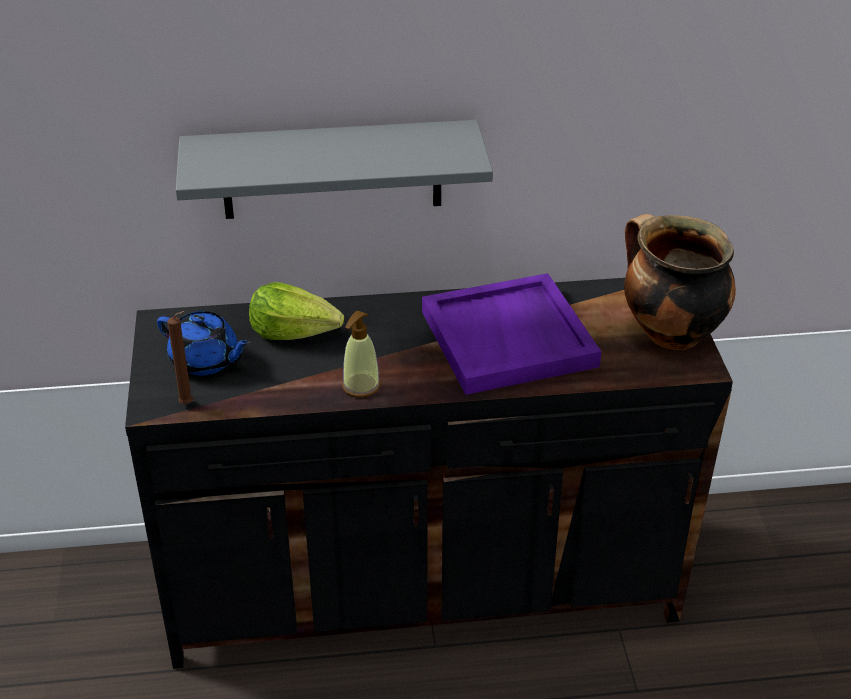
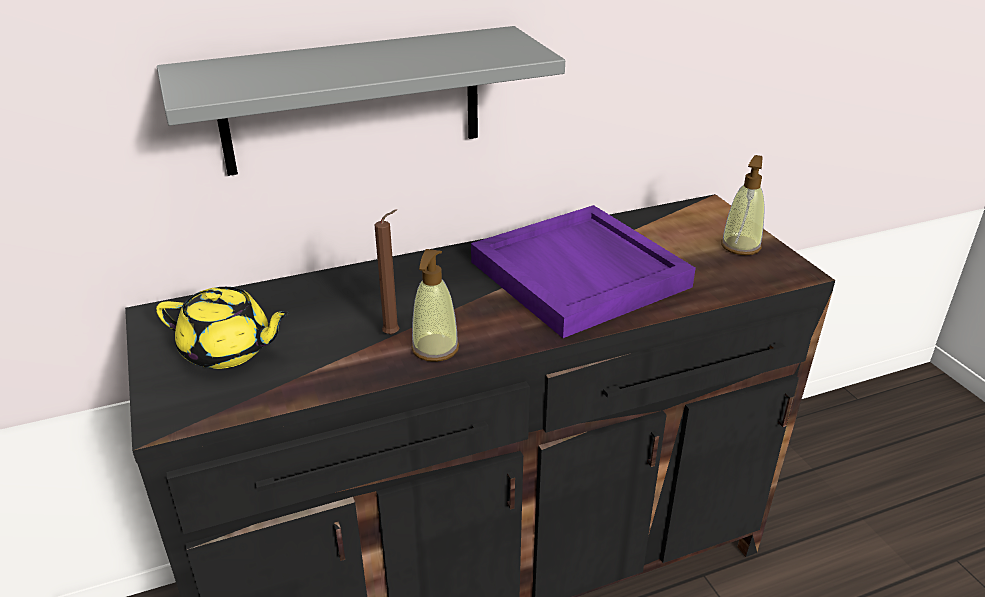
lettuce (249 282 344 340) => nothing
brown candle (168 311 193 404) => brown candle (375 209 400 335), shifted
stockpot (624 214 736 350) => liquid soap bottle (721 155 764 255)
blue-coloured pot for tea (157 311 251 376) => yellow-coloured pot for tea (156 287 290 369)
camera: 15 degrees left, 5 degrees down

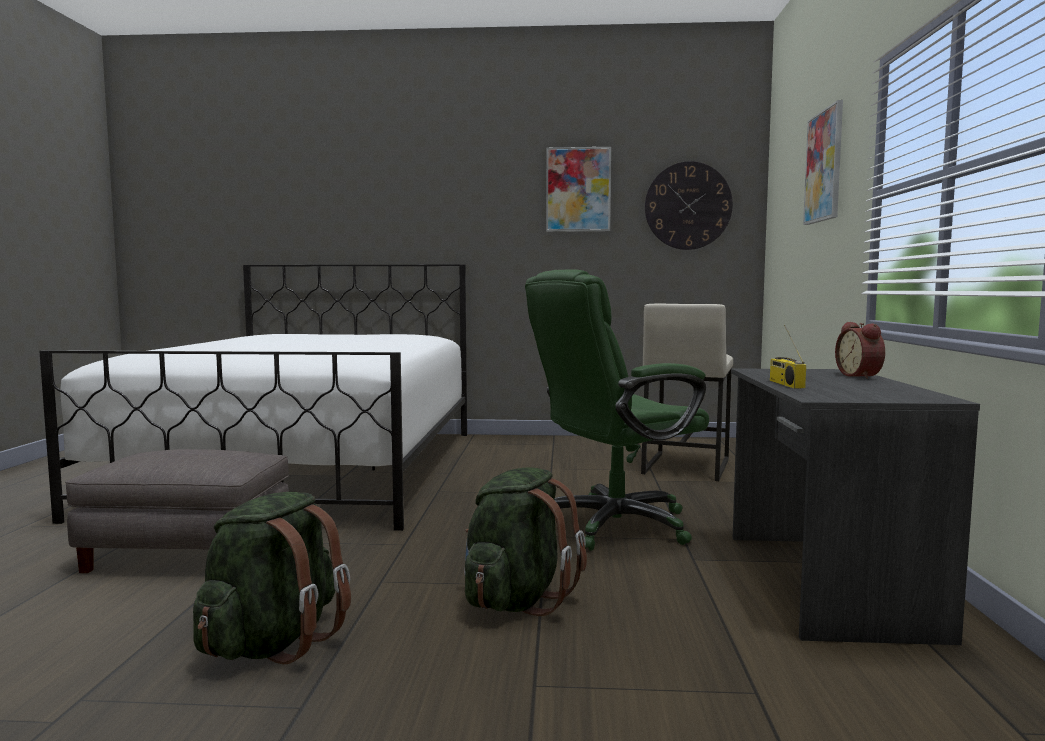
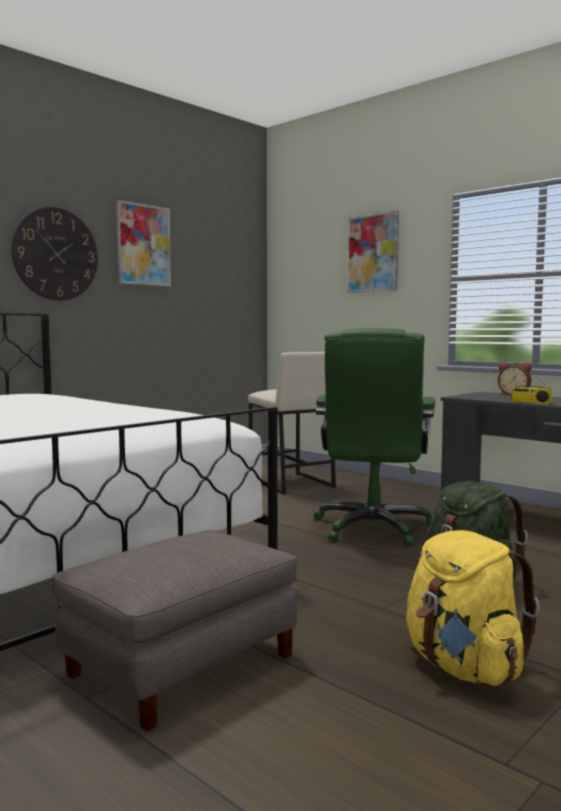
hanging clock (645 161 733 250) => hanging clock (11 207 98 301), shifted
green-coloured backpack (193 492 351 664) => yellow-coloured backpack (406 530 539 686)
camera: 50 degrees left, 0 degrees up

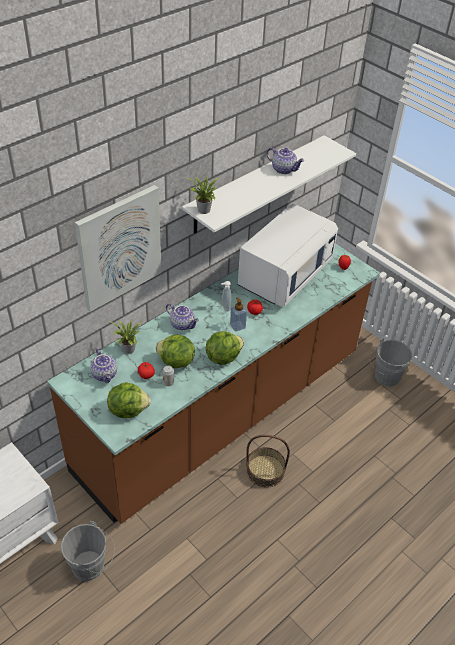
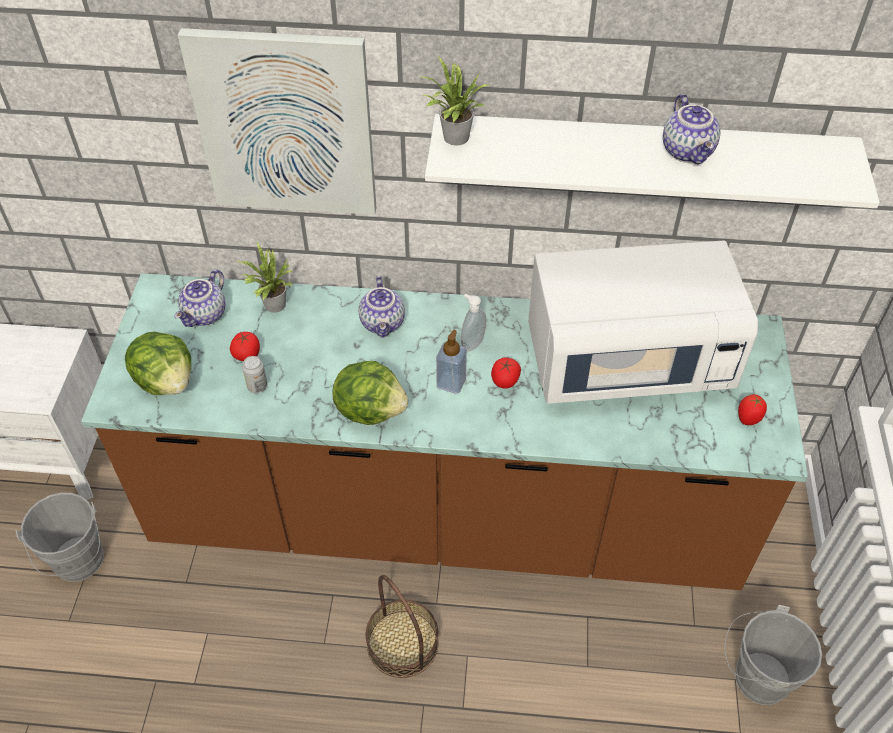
lettuce (155 335 195 368) => nothing
camera: 50 degrees right, 5 degrees up

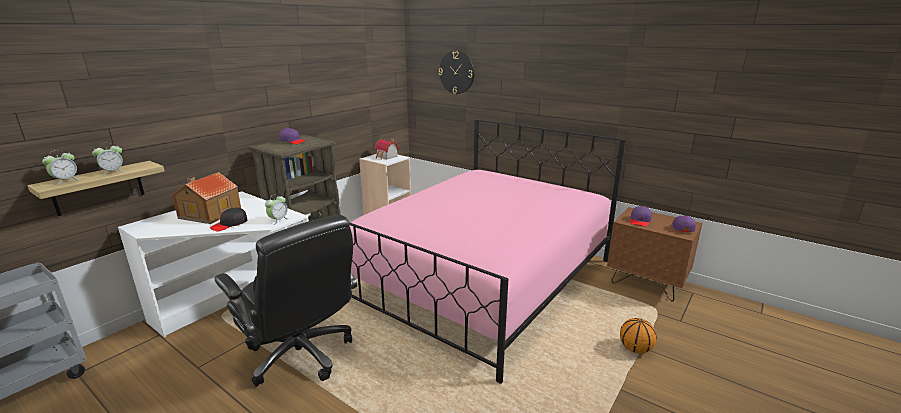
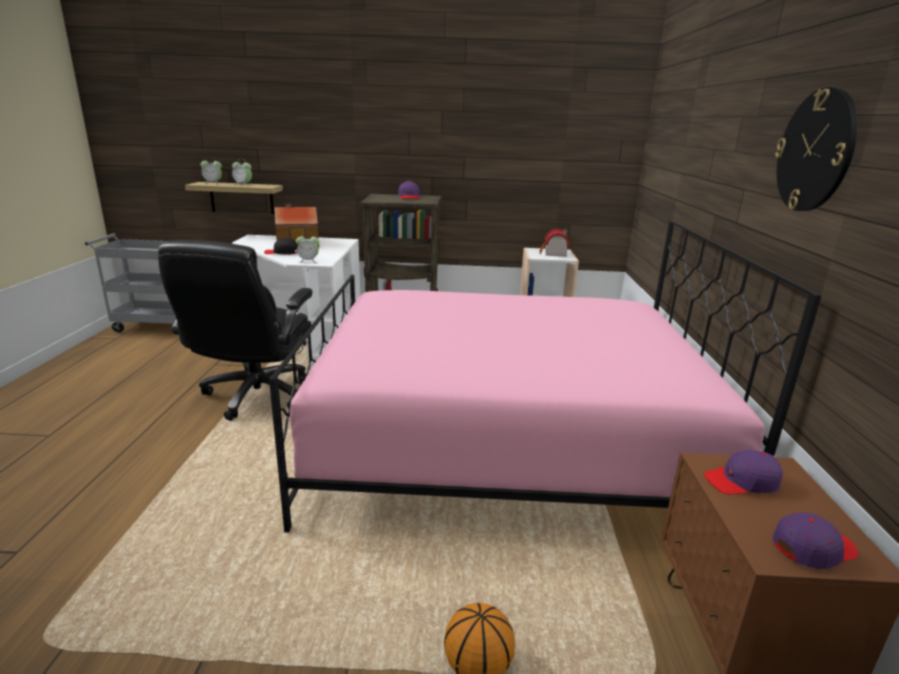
hanging clock (439 51 474 94) => hanging clock (775 87 858 211), shifted
camera: 55 degrees right, 0 degrees up

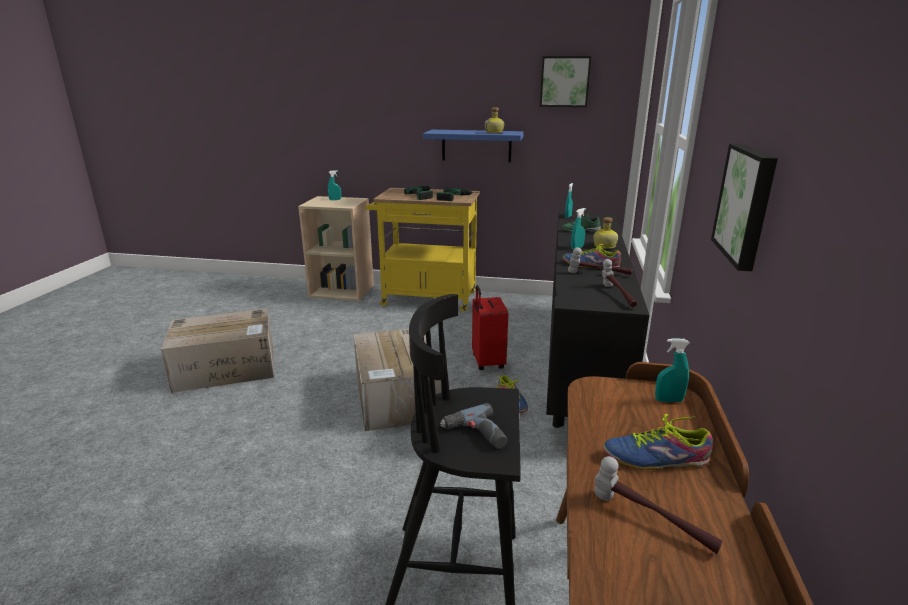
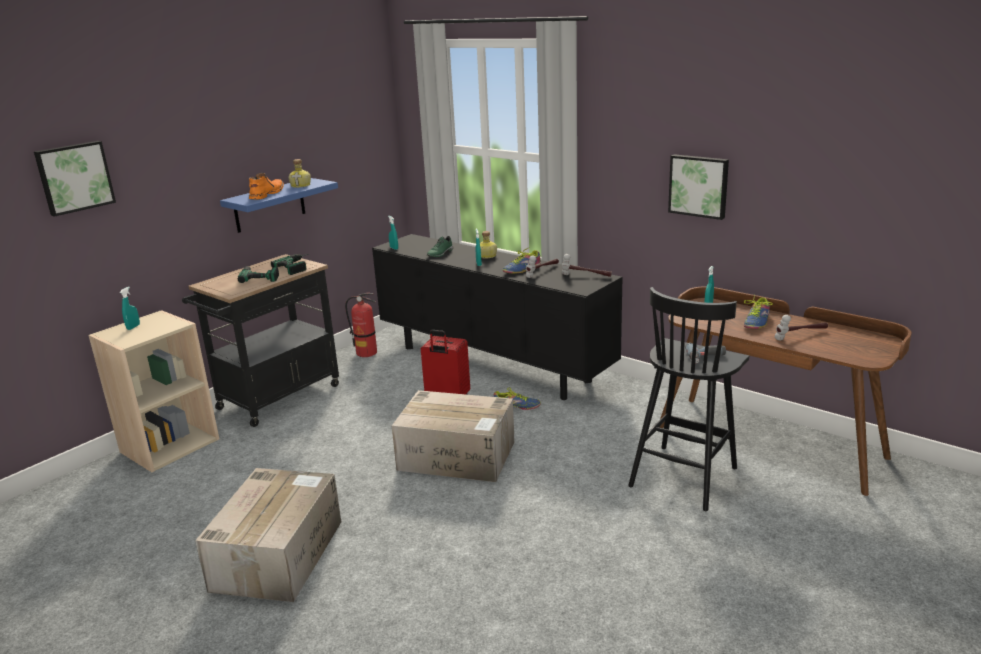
nothing => orangey high-top boot (249 173 284 200)
nothing => fire-fighting cylinder (345 293 377 357)
wall picture (540 56 591 107) => wall picture (34 141 116 217), shifted
yellow-coloured trolley (365 188 480 312) => black trolley (182 254 339 427)
camera: 60 degrees left, 0 degrees up

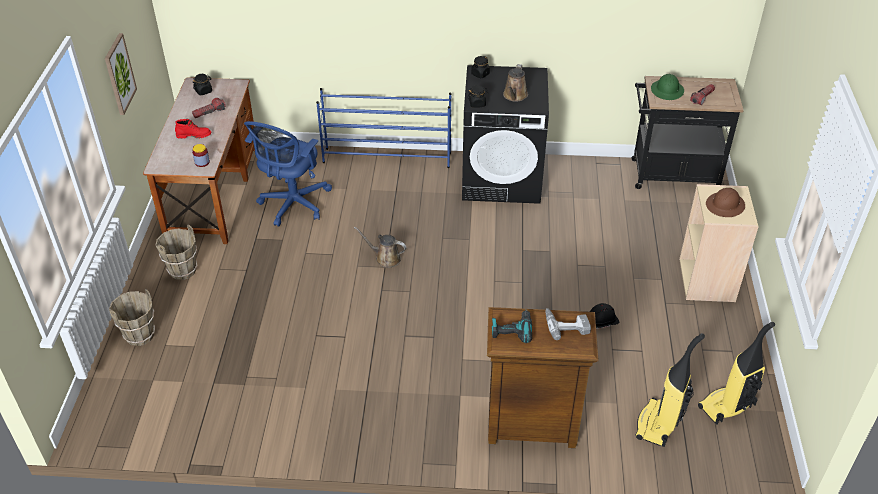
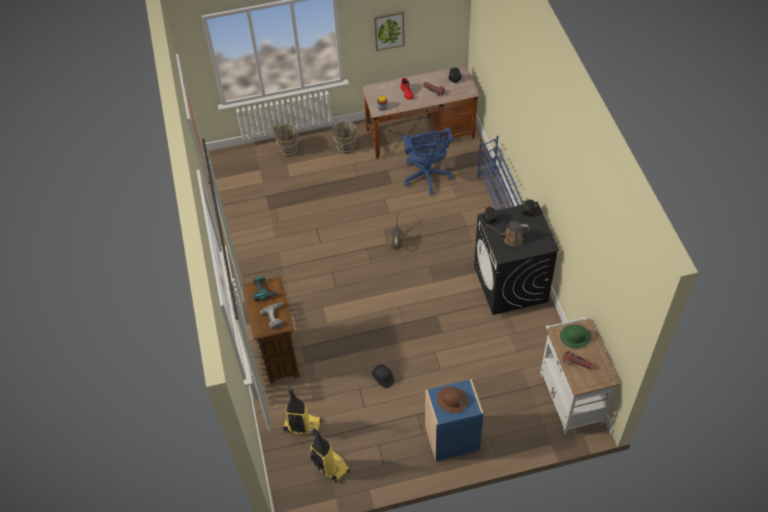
black trolley (631 76 744 189) => whitish trolley (540 317 620 434)
beige bookshelf (679 184 759 302) => blue-coloured bookshelf (425 379 484 461)
blue-coloured desk chair (244 121 332 227) => blue-coloured desk chair (402 127 453 195), 105 degrees counterclockwise
camera: 75 degrees right, 10 degrees up

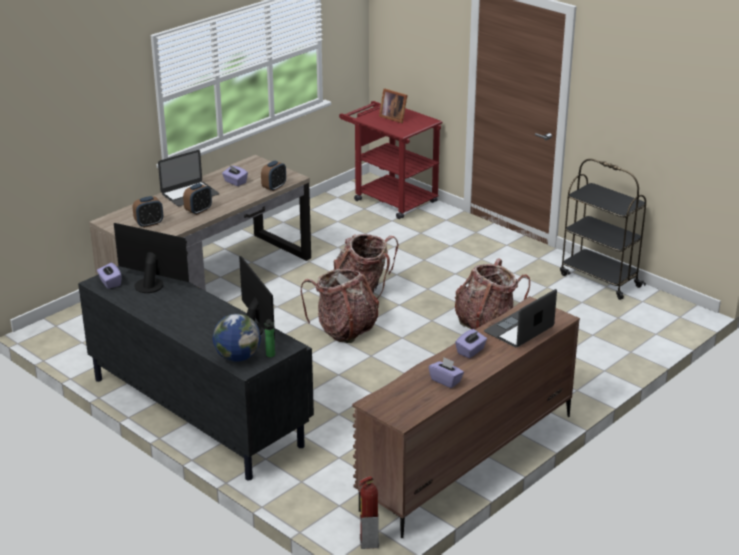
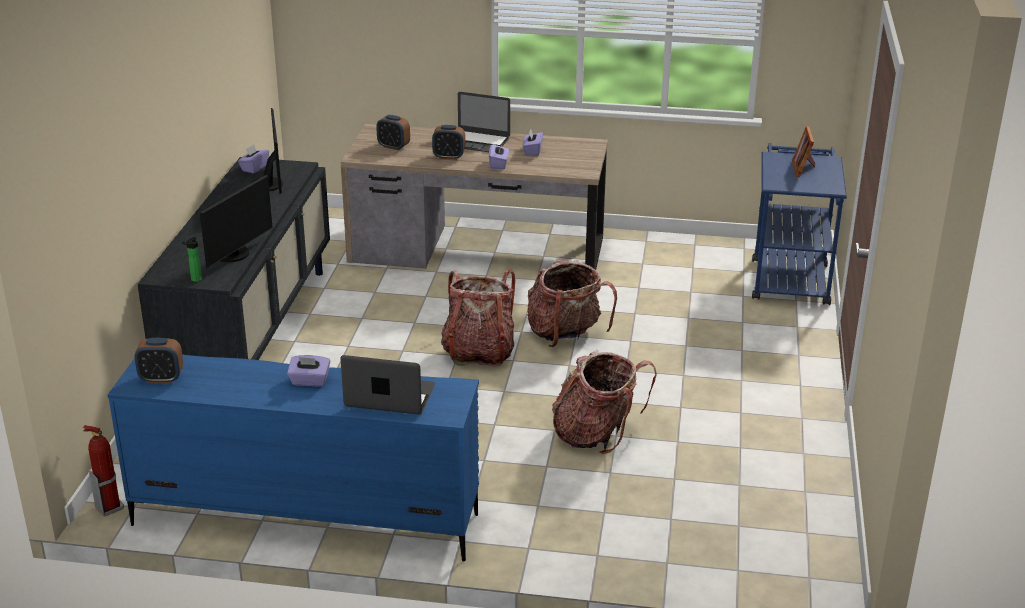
desk globe (213 314 261 362) => nothing
black trolley (560 159 646 300) => nothing
alarm clock (261 161 286 191) => alarm clock (135 338 183 383), shifted
purple-coloured tissue box (429 357 464 388) => purple-coloured tissue box (489 142 509 169), shifted
red trolley (339 101 443 219) => blue-coloured trolley (752 143 847 305)
brown drawer chest (352 296 580 538) => blue-coloured drawer chest (108 355 479 562)
camera: 55 degrees right, 0 degrees up

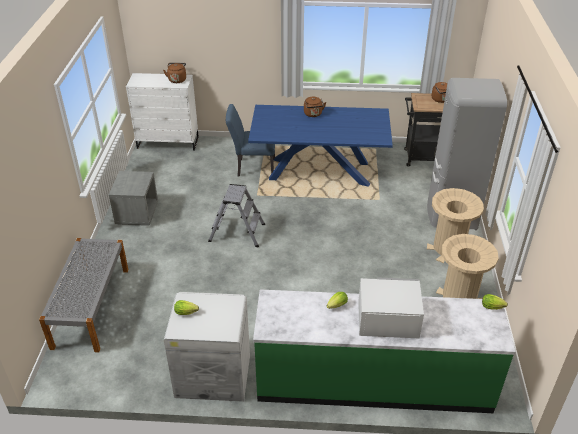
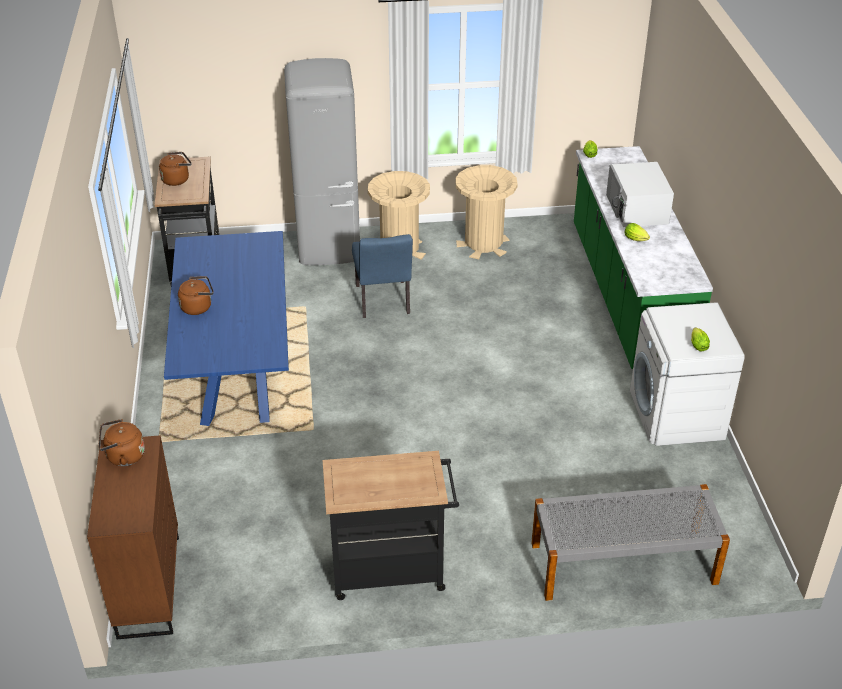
greyish stepladder (208 184 266 247) => nothing
blue-coloured plain chair (226 104 275 176) => blue-coloured plain chair (352 234 413 318), shifted
greyish night table (109 171 158 226) => black trolley (322 451 459 600)
whitish drawer chest (126 73 199 151) => brown drawer chest (87 435 179 639)
camera: 100 degrees left, 0 degrees up

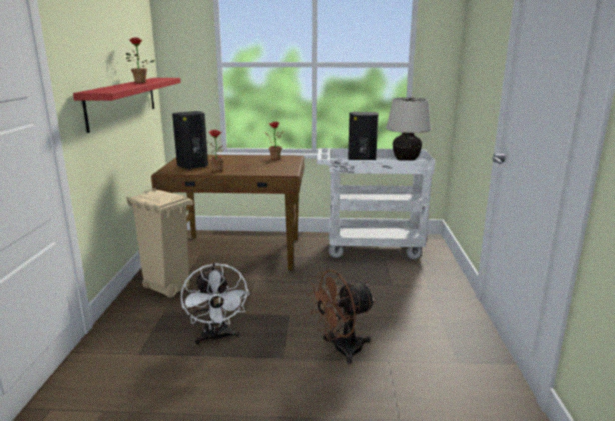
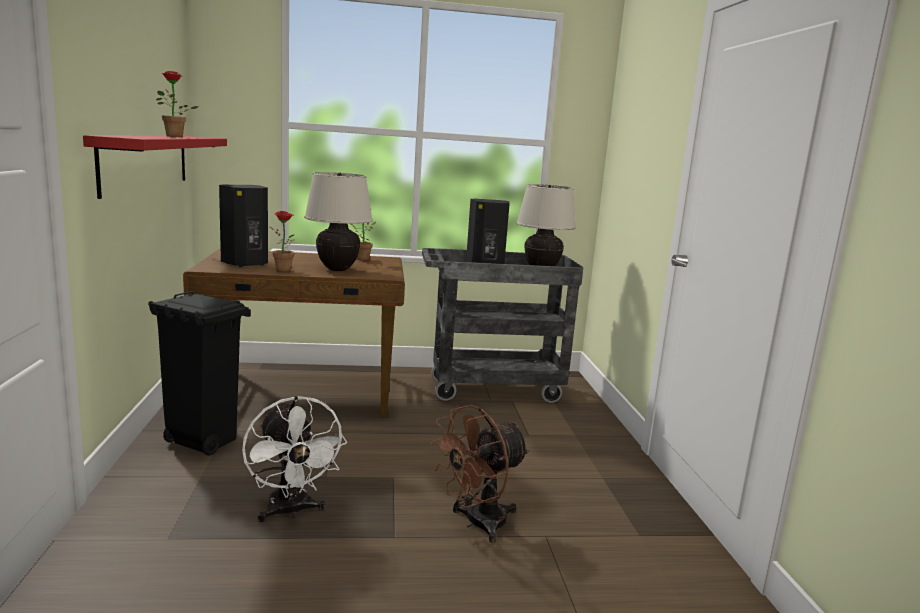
nothing => beige table lamp (304 172 373 271)
beige trash can (126 188 193 298) => black trash can (148 291 251 456)
whitish trolley (317 148 435 259) => black trolley (422 248 583 403)
camera: 10 degrees left, 5 degrees down

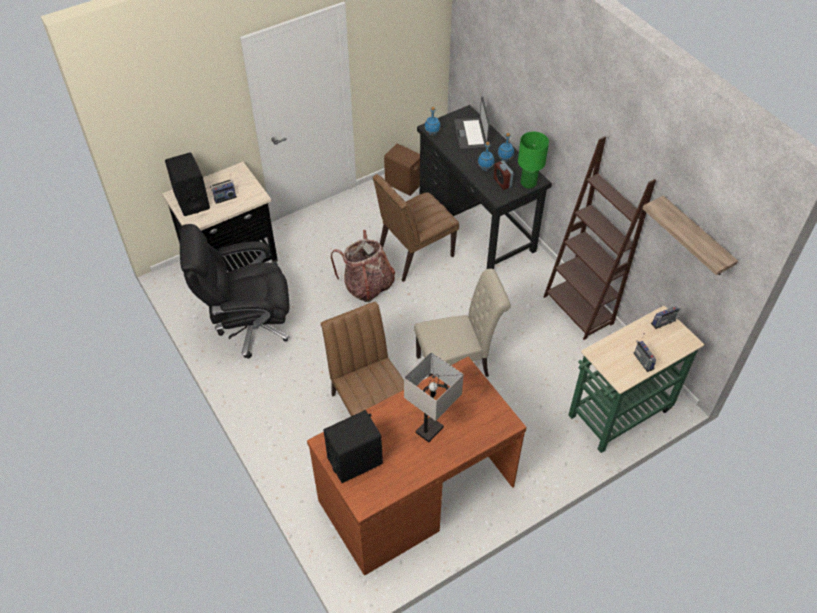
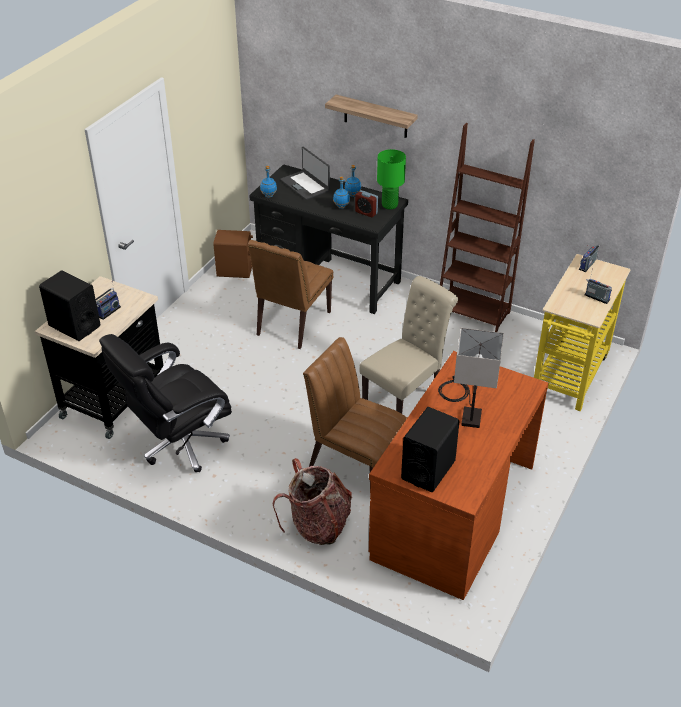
backpack (331 230 395 302) => backpack (273 458 352 545), shifted
wall shelf (642 196 738 275) => wall shelf (325 95 418 138), shifted
green-coloured trolley (569 306 704 453) => yellow-coloured trolley (534 254 630 411)
camera: 30 degrees left, 10 degrees down

